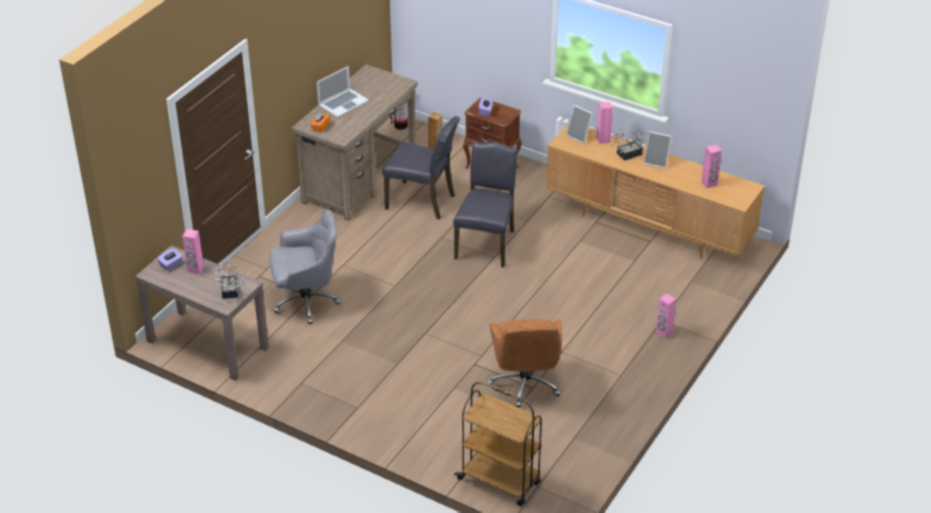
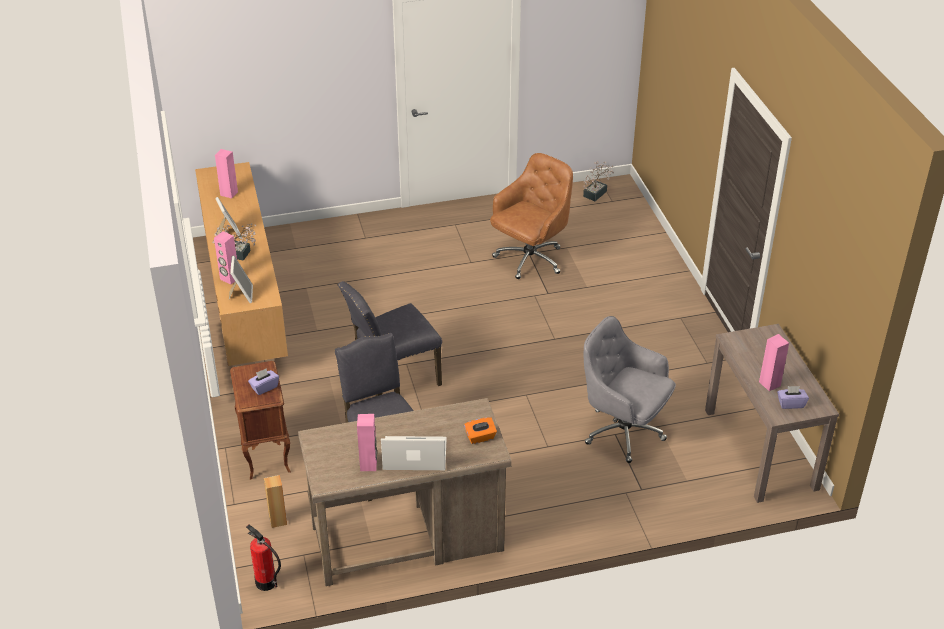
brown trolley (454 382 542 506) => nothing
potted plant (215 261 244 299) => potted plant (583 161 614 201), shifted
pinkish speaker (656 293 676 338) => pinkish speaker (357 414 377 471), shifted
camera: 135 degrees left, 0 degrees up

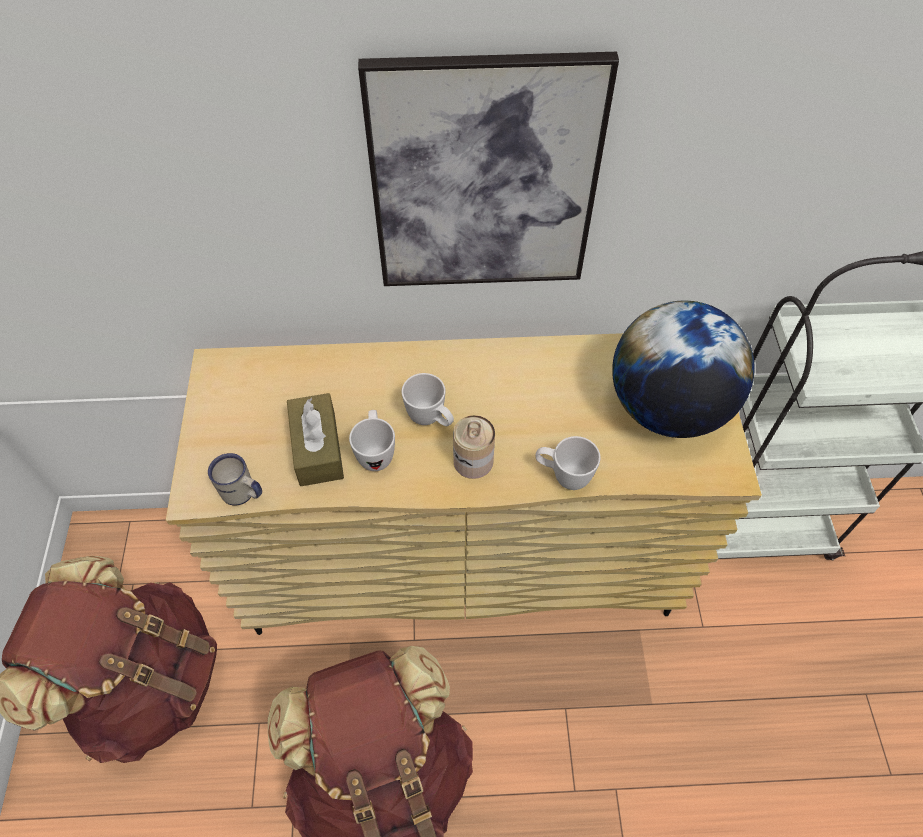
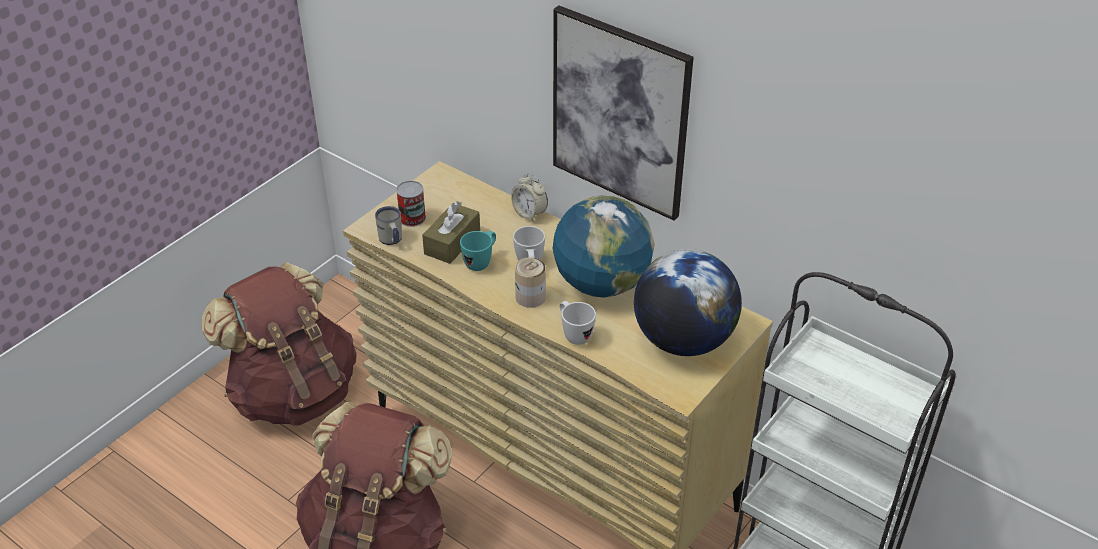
nothing => metal can (396 181 426 227)
nothing => alarm clock (511 173 548 222)
nothing => desk globe (552 195 655 297)
whitish mug (349 410 395 471) => blue-green mug (460 231 496 271)
camera: 40 degrees right, 15 degrees down

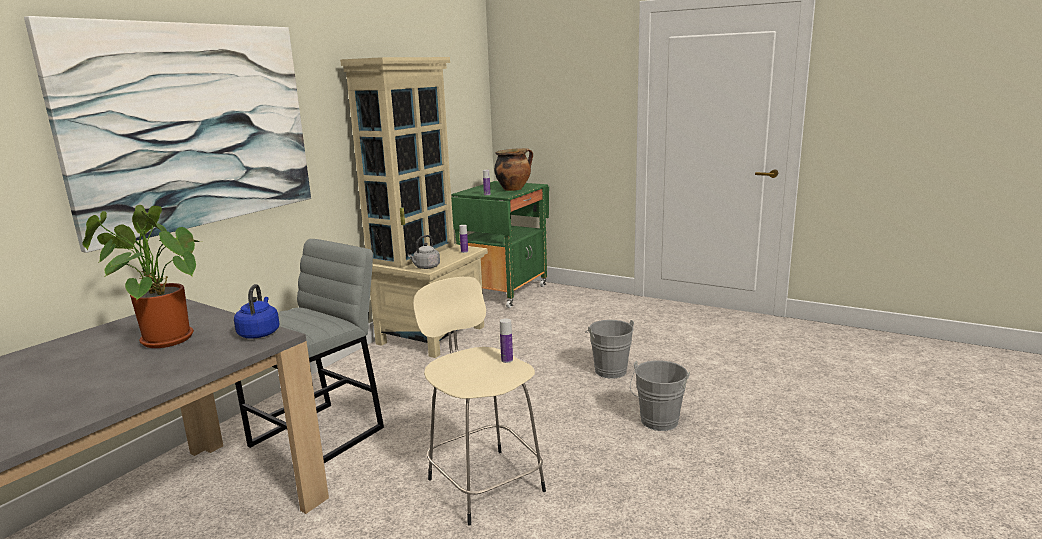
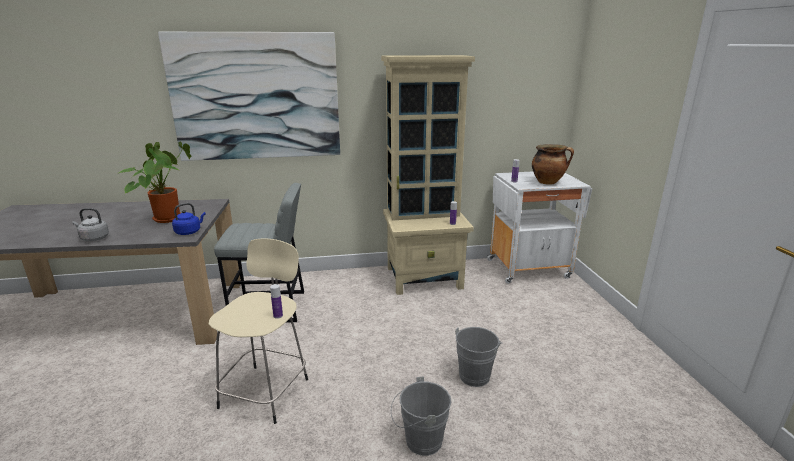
greyish water kettle (408 235 440 269) => greyish water kettle (72 208 109 241), shifted
green-coloured trolley (451 181 549 308) => whitish trolley (487 172 592 284)
camera: 50 degrees right, 5 degrees up

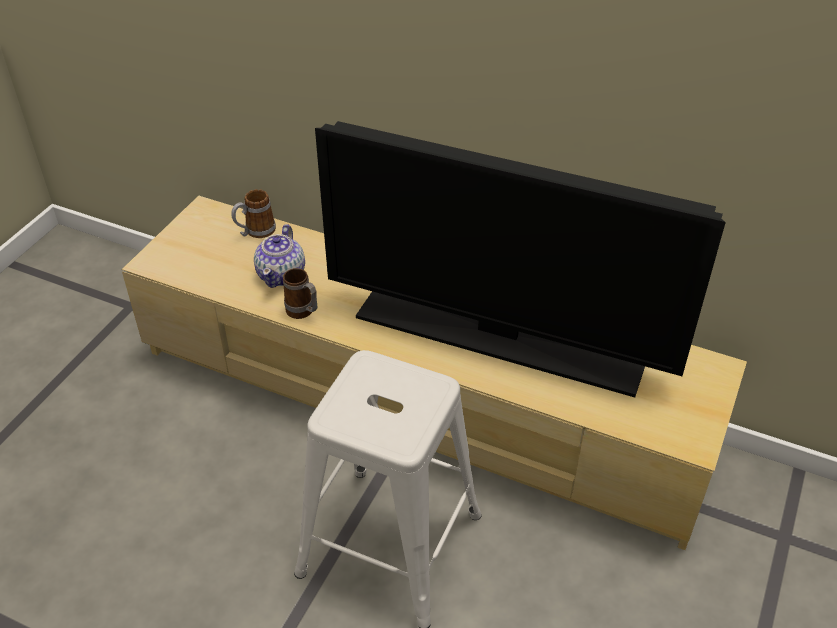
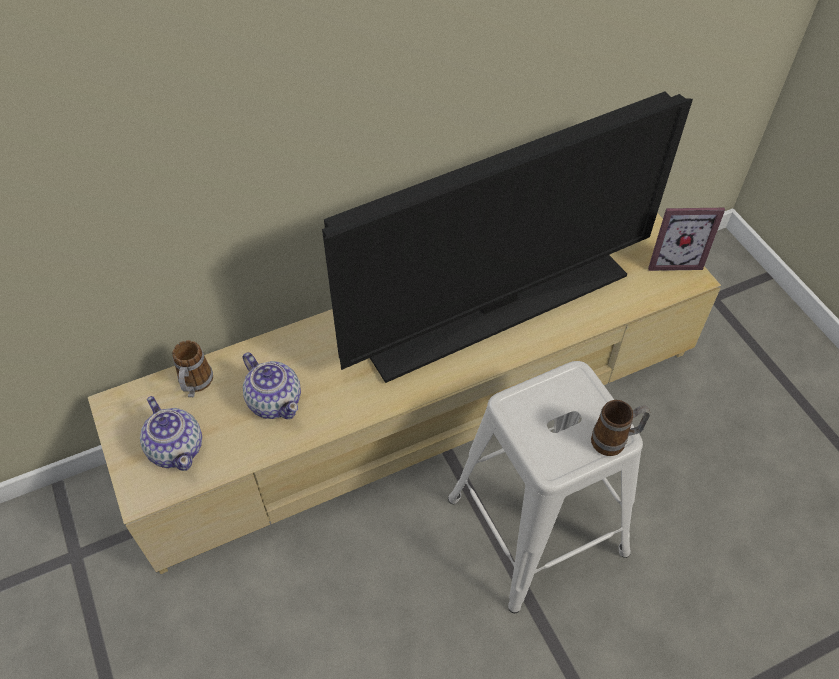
nothing => pot for tea (140 396 202 471)
nothing => standing frame (648 208 725 271)
mug (283 268 317 319) => mug (591 400 650 456), shifted
camera: 50 degrees left, 10 degrees up

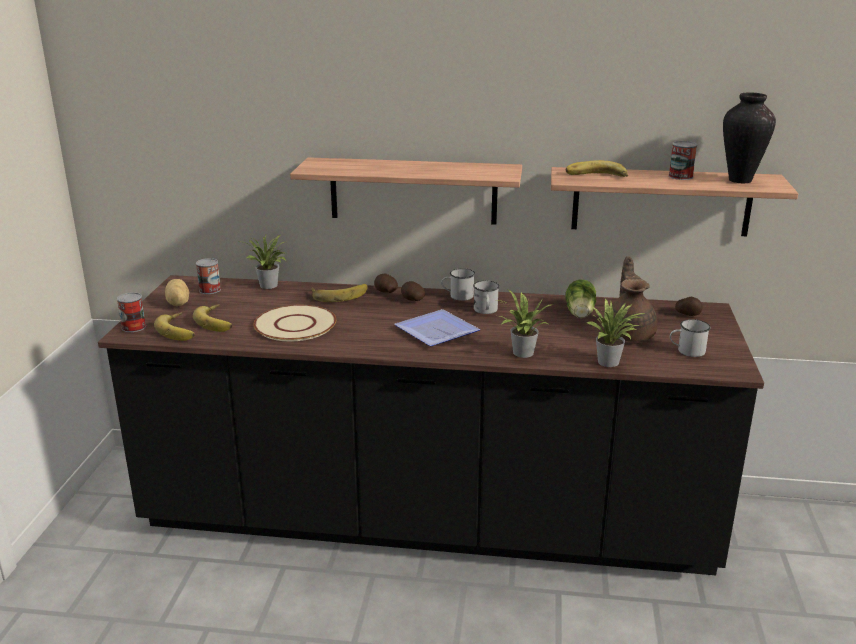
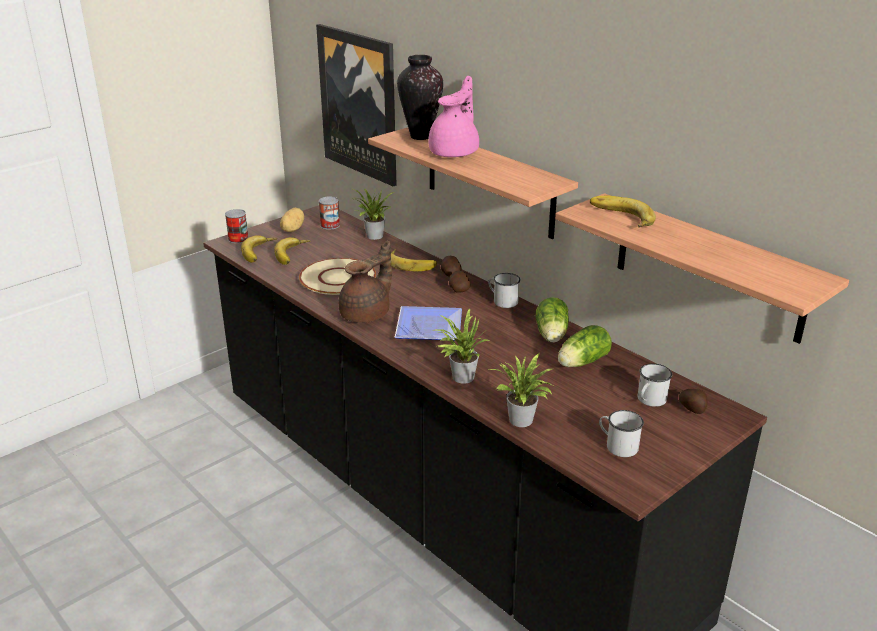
metal can (669 141 697 180) => nothing
nothing => wall picture (316 24 396 186)
nothing => pinkish pot for tea (428 76 479 157)
nothing => lettuce (536 297 569 343)
whitish mug (473 281 500 314) => whitish mug (638 364 672 407), shifted
brown pot for tea (612 256 658 342) => brown pot for tea (338 240 392 323), shifted
flower vase (723 93 776 183) => flower vase (397 55 443 140), shifted
camera: 40 degrees right, 5 degrees up

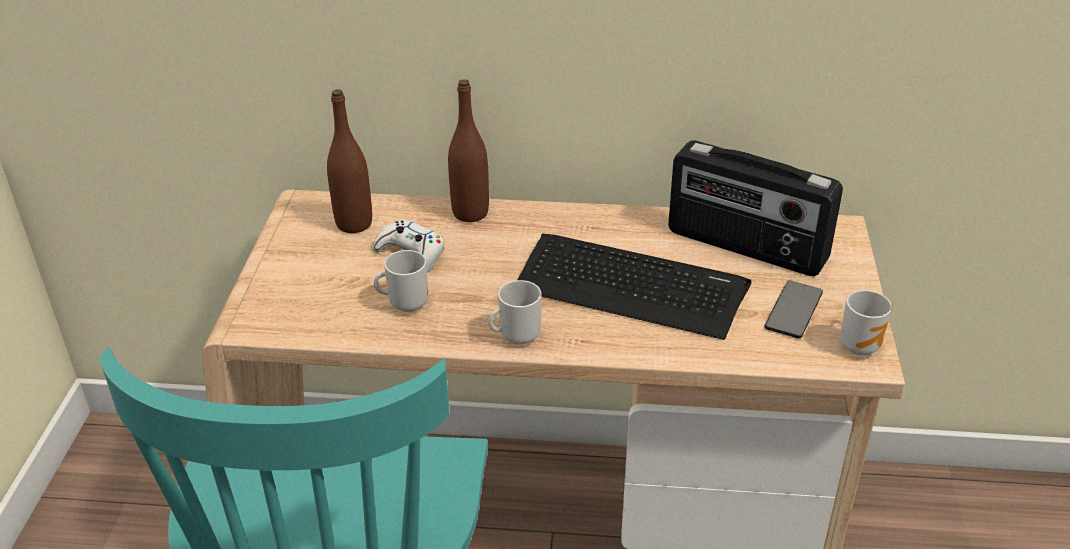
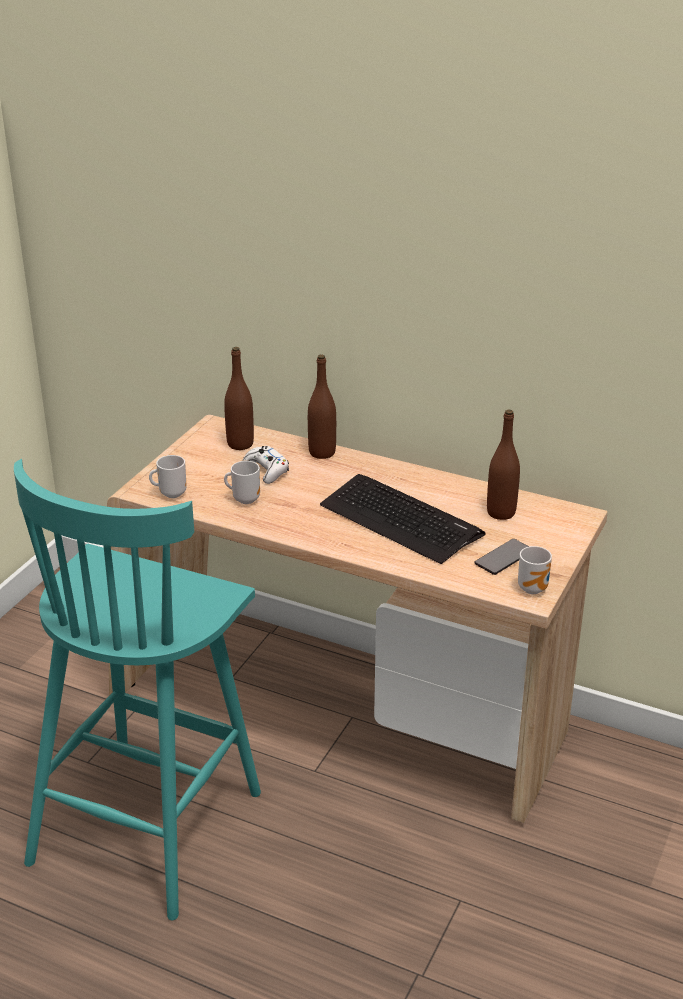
mug (488 280 541 345) => mug (149 455 187 498), shifted
radio (668 141 843 276) => brown drink bottle (487 410 520 520)
camera: 20 degrees right, 5 degrees down

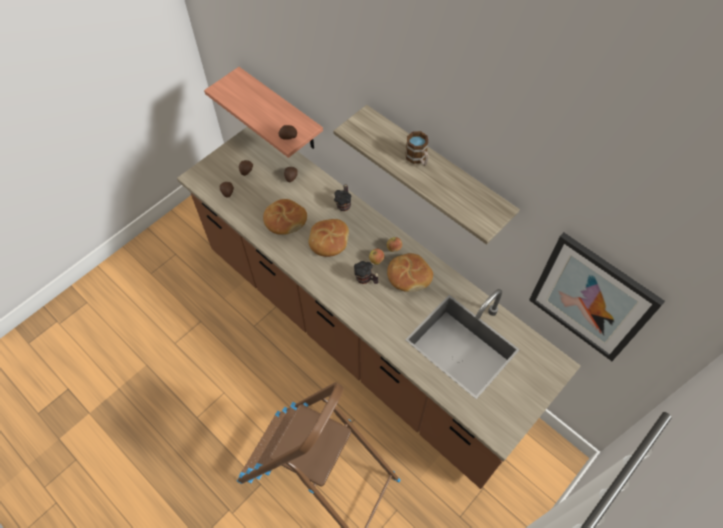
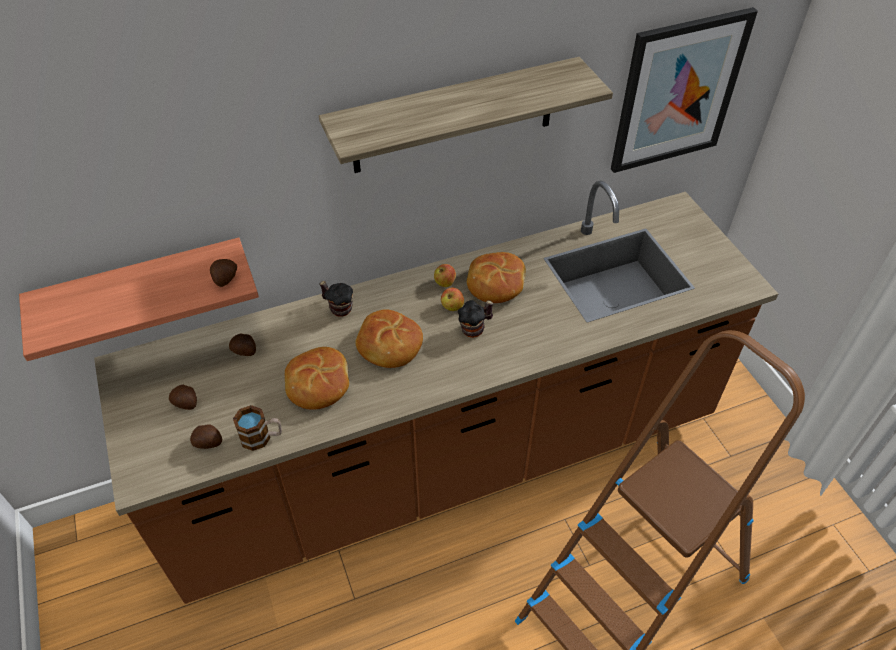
mug (405 131 429 166) => mug (233 405 282 451), shifted
camera: 65 degrees left, 10 degrees down

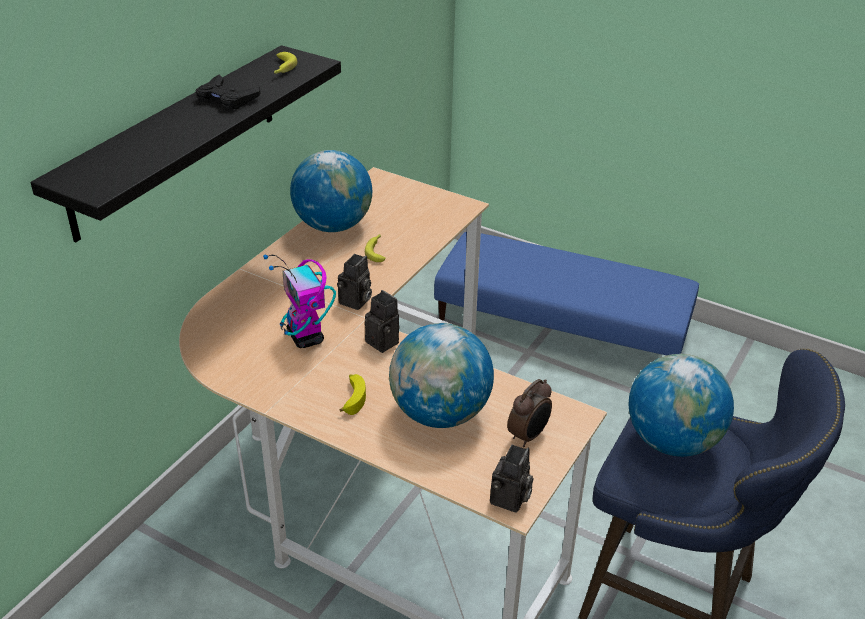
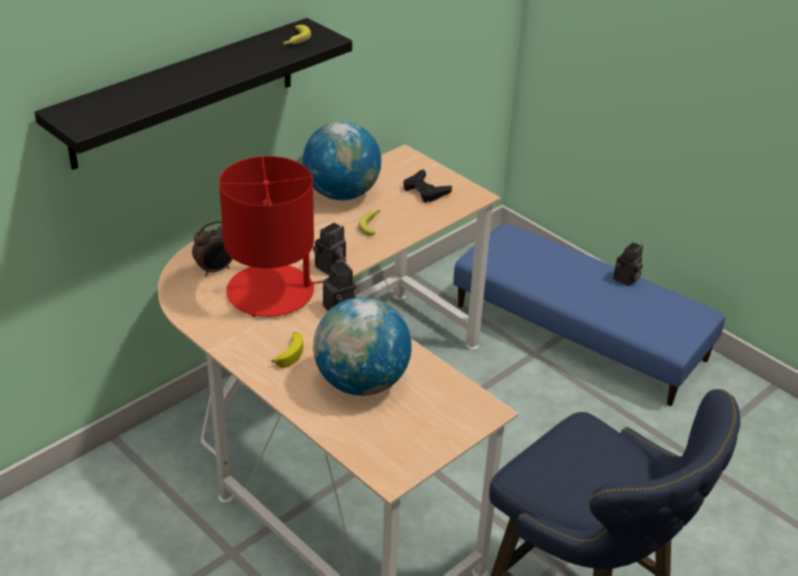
desk globe (629 354 734 457) => nothing
black joypad (196 74 260 111) => black joypad (403 169 452 203), shifted
still camera (490 445 533 513) => still camera (613 242 643 286), shifted
alarm clock (507 379 552 447) => alarm clock (192 221 233 276), shifted
model robot (263 254 336 348) => red table lamp (219 156 323 317)
camera: 15 degrees right, 0 degrees up

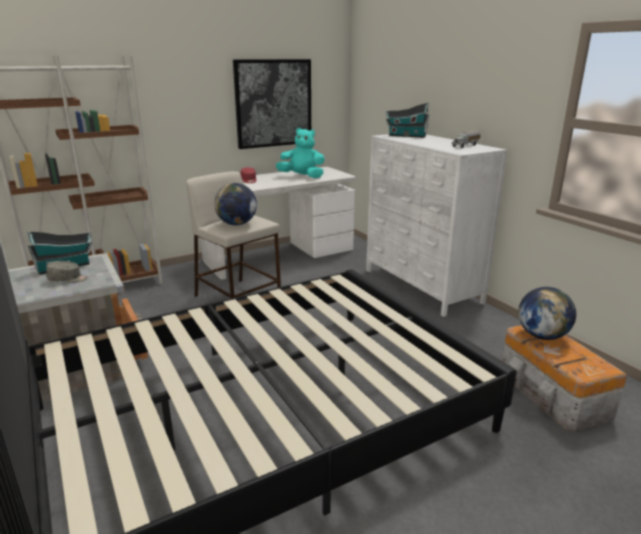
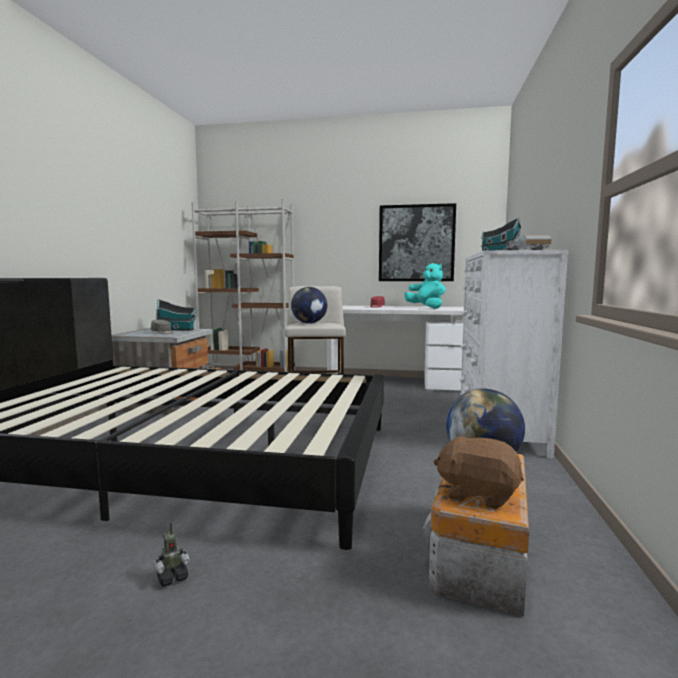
nothing => model robot (154 522 190 587)
nothing => brown soft toy (434 434 524 509)
camera: 40 degrees right, 15 degrees down

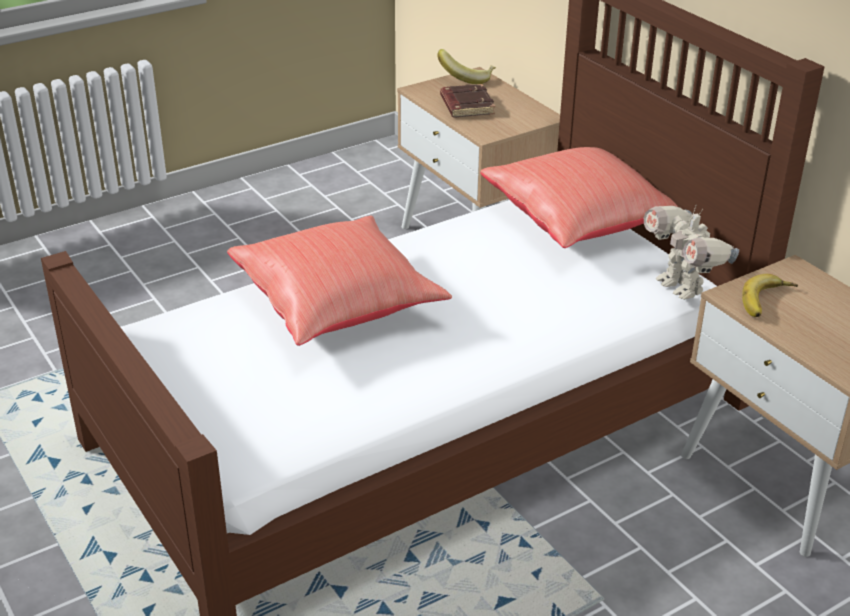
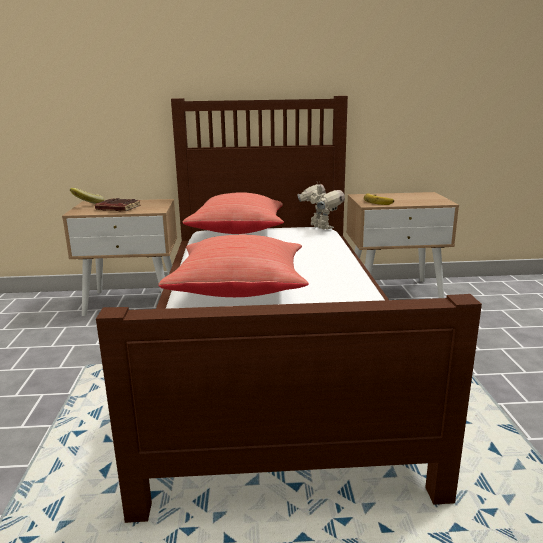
model robot (644 204 739 300) => model robot (298 182 345 230), 120 degrees counterclockwise
camera: 60 degrees left, 15 degrees down

